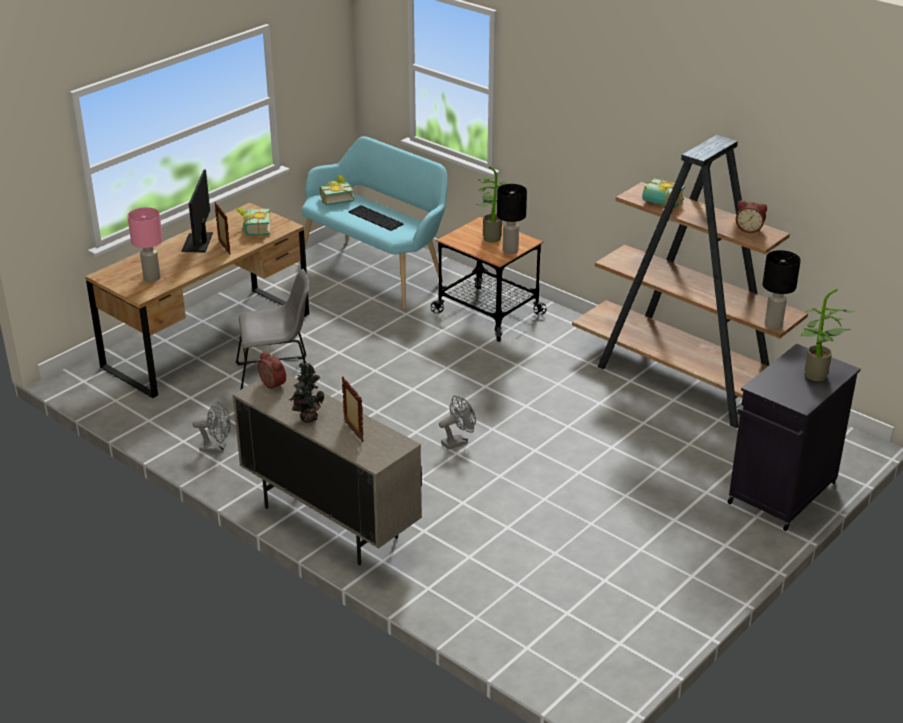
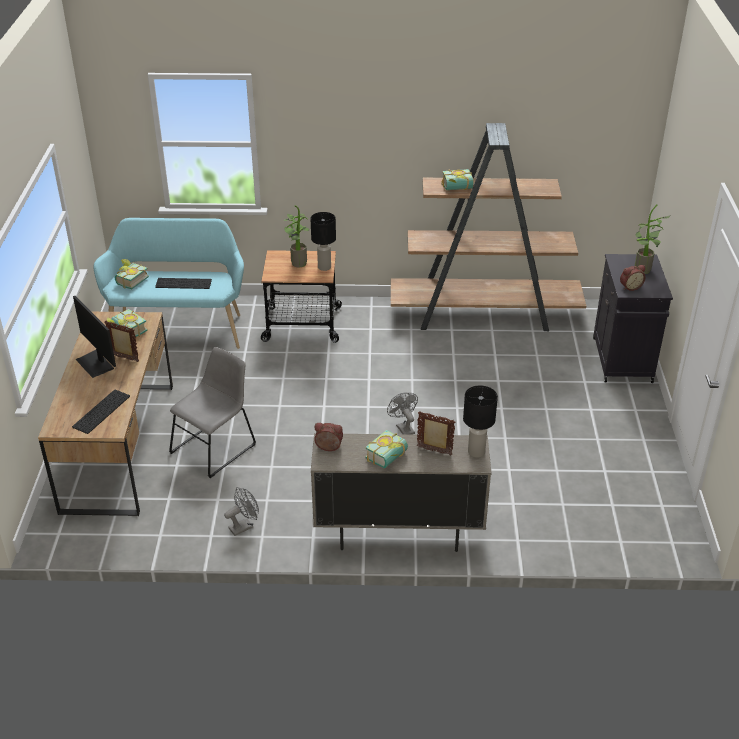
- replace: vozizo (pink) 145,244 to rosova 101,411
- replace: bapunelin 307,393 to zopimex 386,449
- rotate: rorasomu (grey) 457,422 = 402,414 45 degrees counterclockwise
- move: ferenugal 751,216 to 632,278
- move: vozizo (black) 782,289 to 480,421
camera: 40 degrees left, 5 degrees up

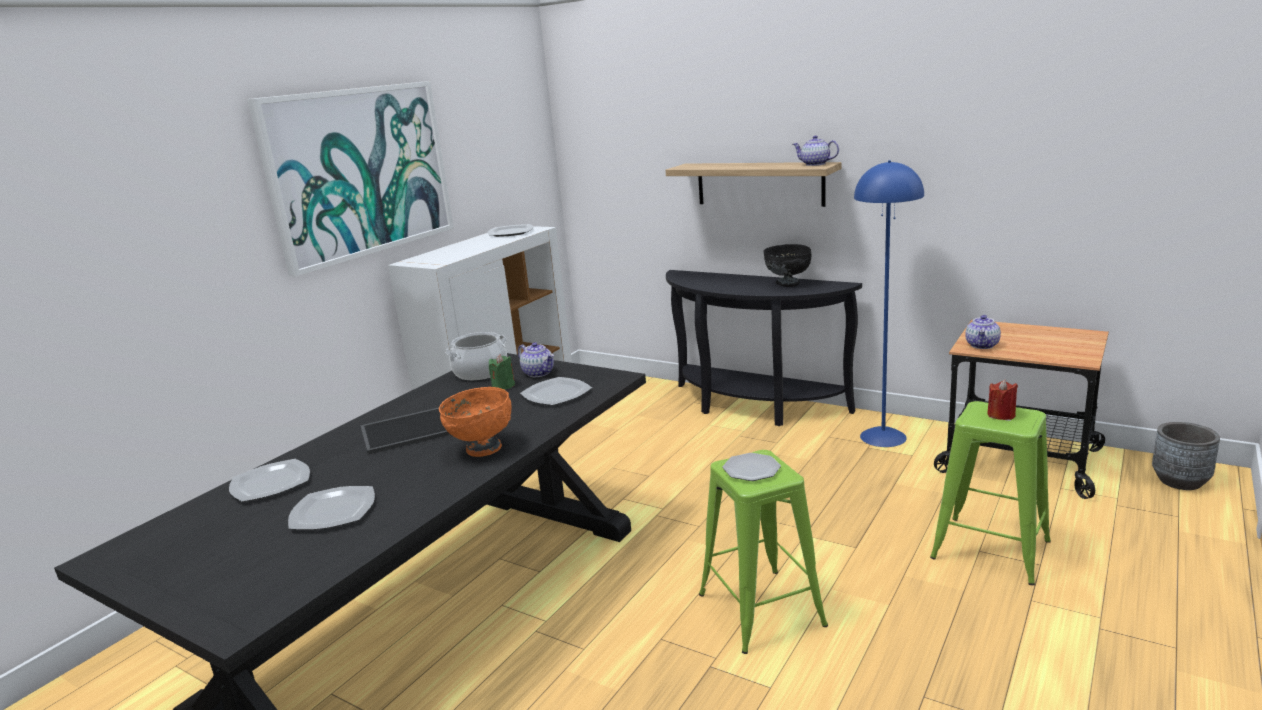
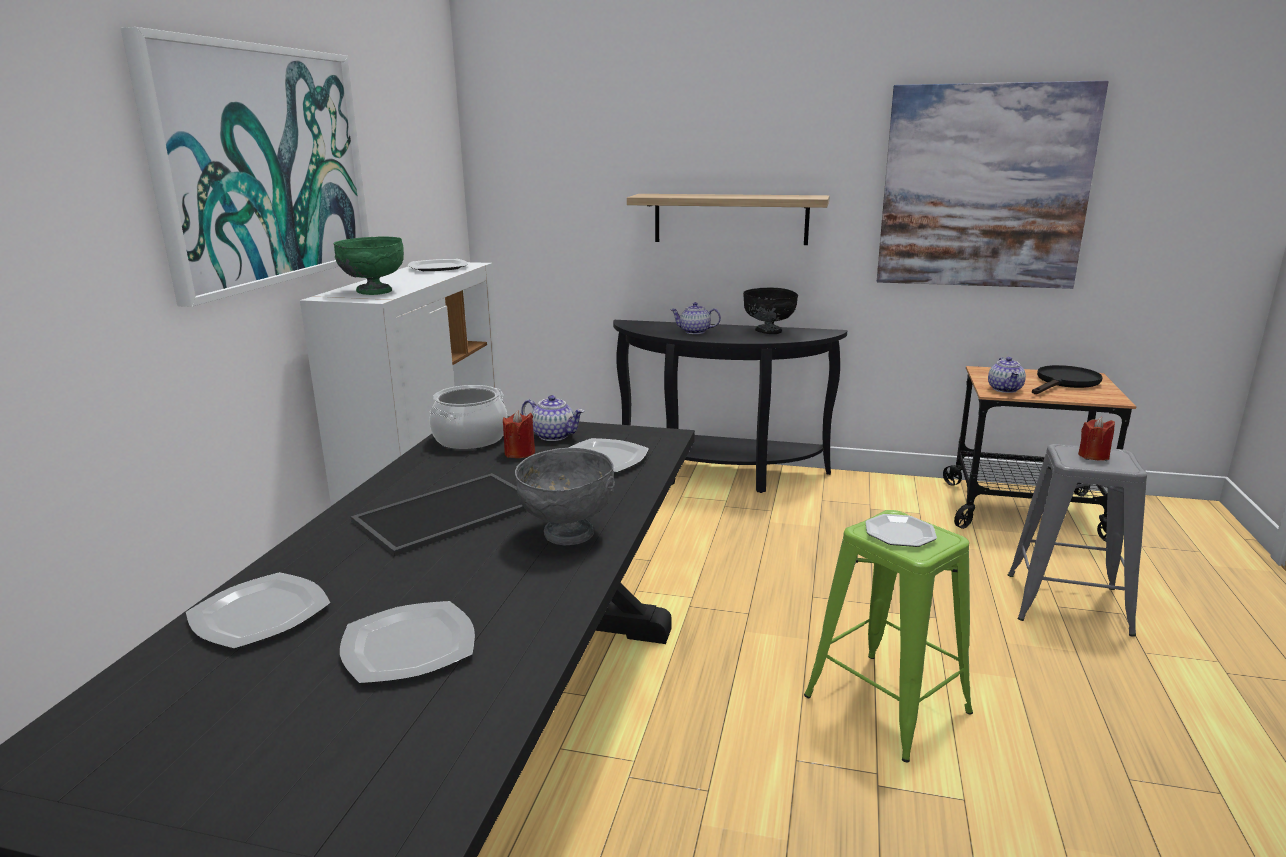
- recolor: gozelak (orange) 475,422 to gozelak (grey) 565,496
- recolor: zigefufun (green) 502,371 to zigefufun (red) 519,434
- move: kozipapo 816,150 to 695,318
- delete: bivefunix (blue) 889,303
- recolor: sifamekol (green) 990,493 to sifamekol (grey) 1077,540
- delete: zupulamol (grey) 1186,456
- insert: gozelak (green) 369,265
- insert: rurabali 993,185
- insert: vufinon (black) 1067,379
camera: 20 degrees left, 0 degrees up

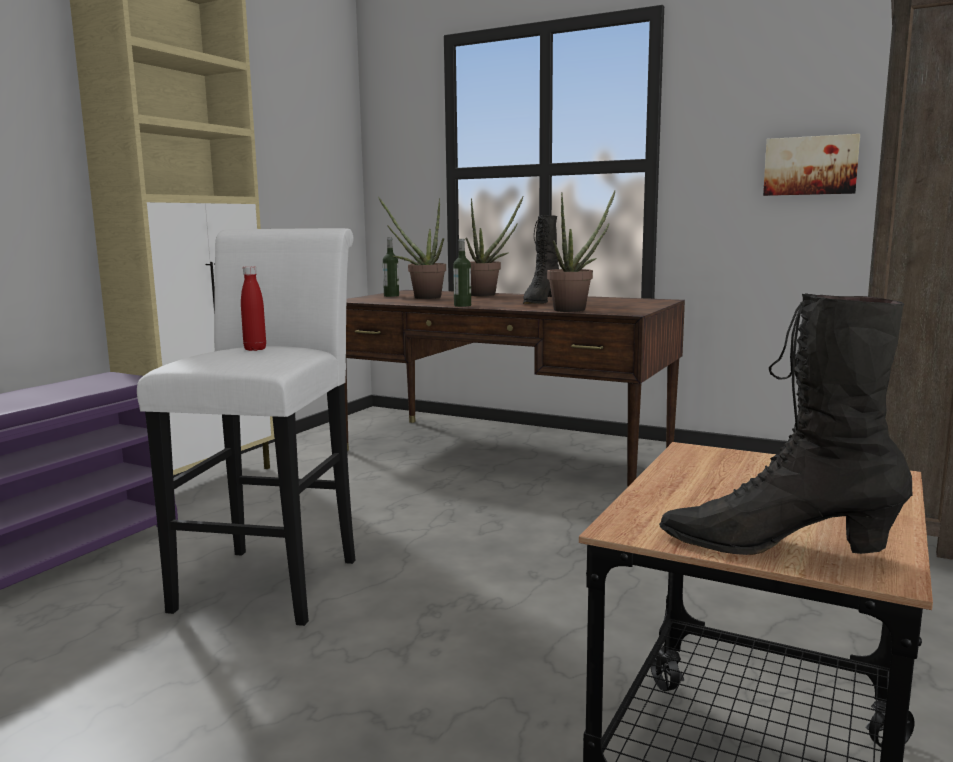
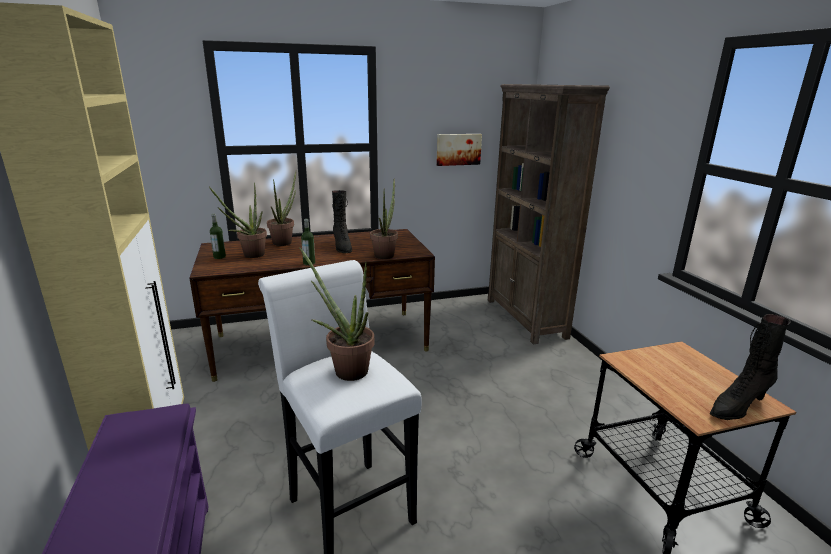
- replace: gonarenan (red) 253,308 to bapunelin 337,314
camera: 45 degrees left, 10 degrees up

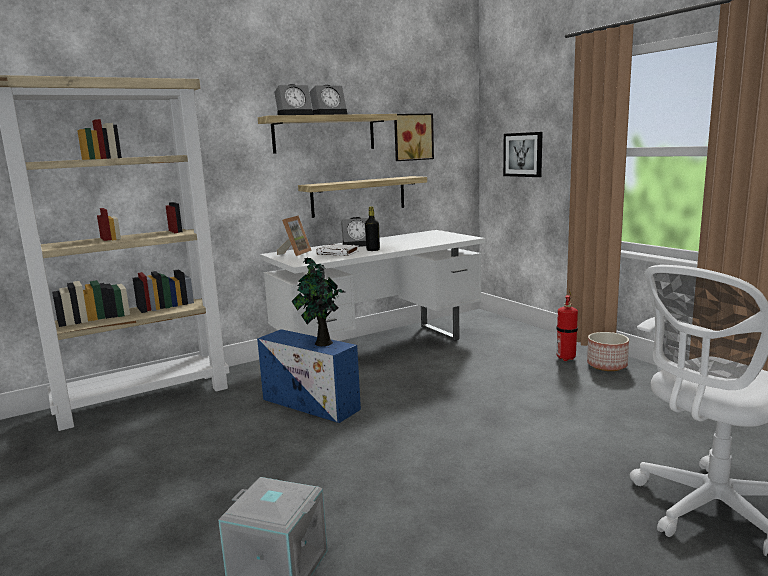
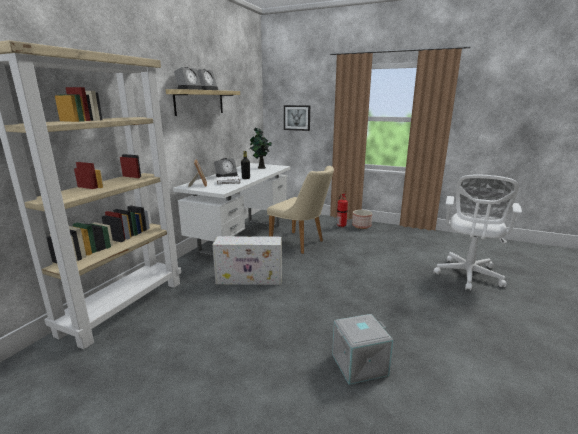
- recolor: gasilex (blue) 309,376 to gasilex (white) 247,260
- move: bapunelin 318,301 to 260,148
- delete: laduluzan 362,197
- delete: rurabali 414,137
- insert: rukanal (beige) 300,210
camera: 35 degrees left, 5 degrees up

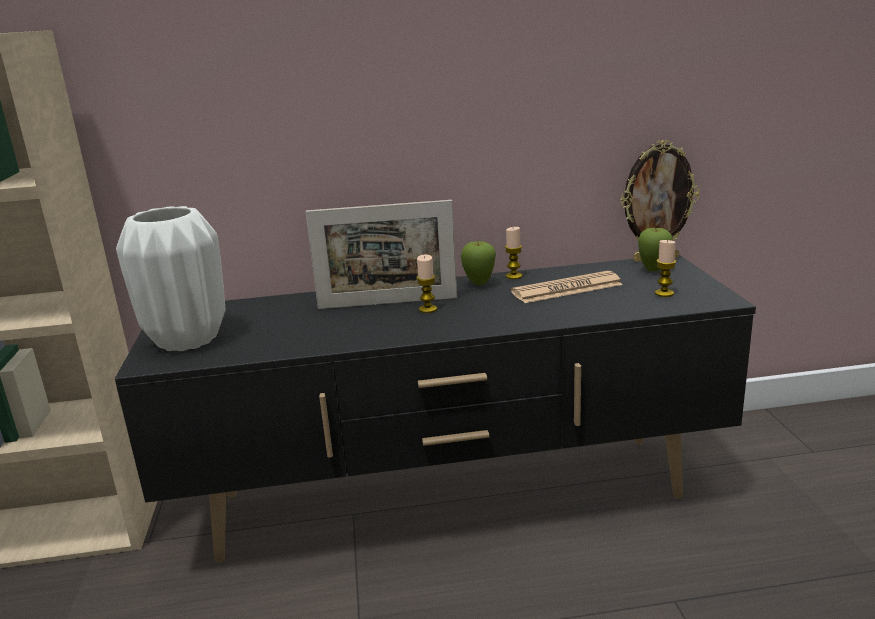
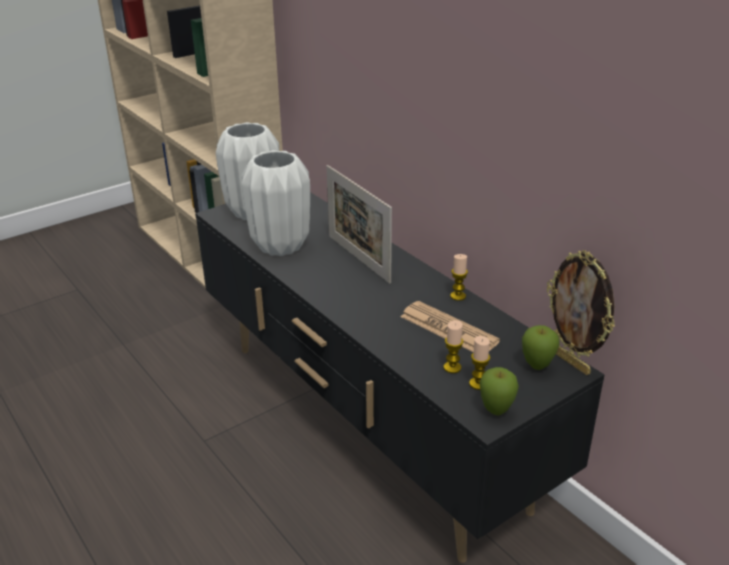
- move: zigefufun 426,284 to 453,346
- move: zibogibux 478,263 to 499,391
- insert: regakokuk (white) 276,203
camera: 60 degrees right, 10 degrees up

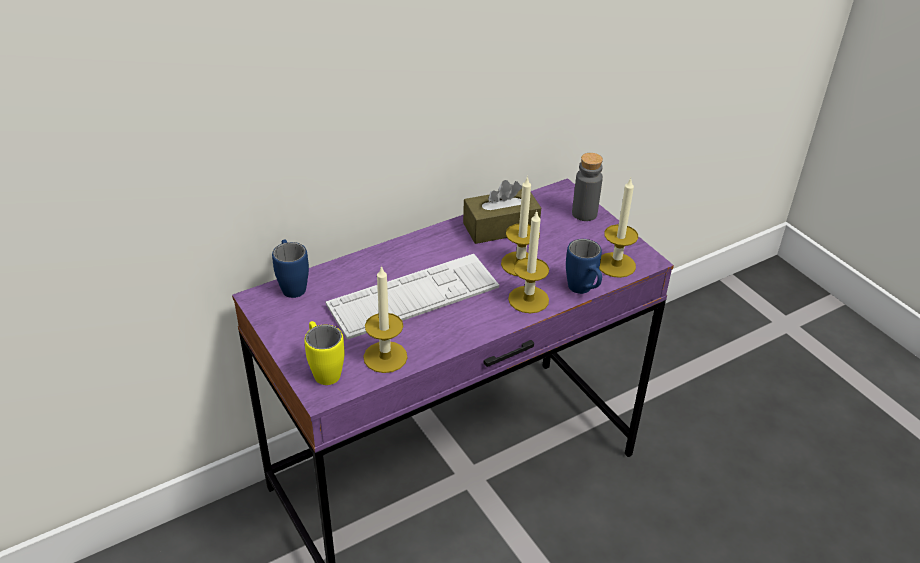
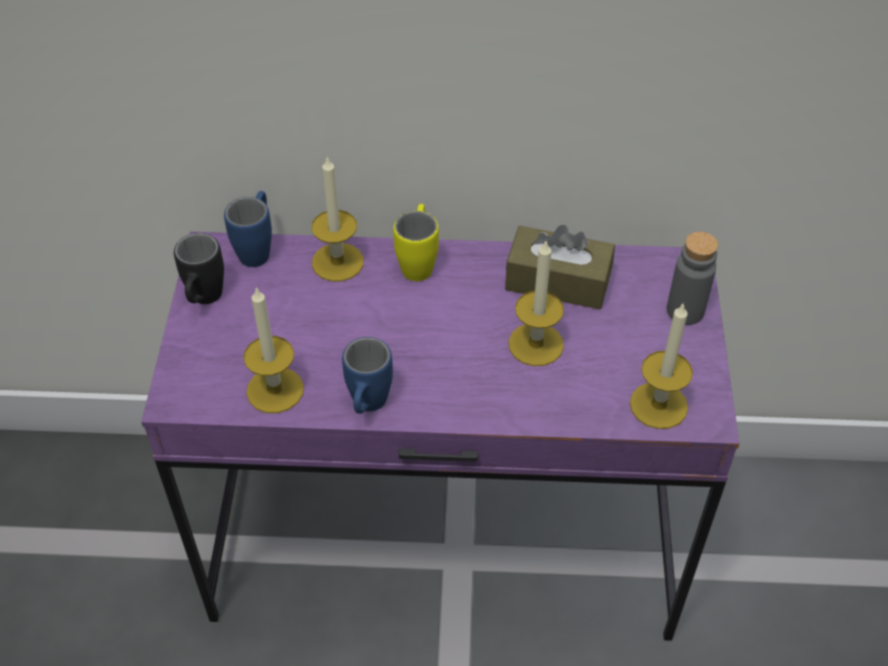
- move: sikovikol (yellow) 324,353 to 416,242
- delete: rosova 412,297
- move: zigefufun 528,262 to 337,219
- move: sikovikol (blue) 584,266 to 367,375
- insert: sikovikol (black) 199,268
camera: 35 degrees right, 10 degrees up

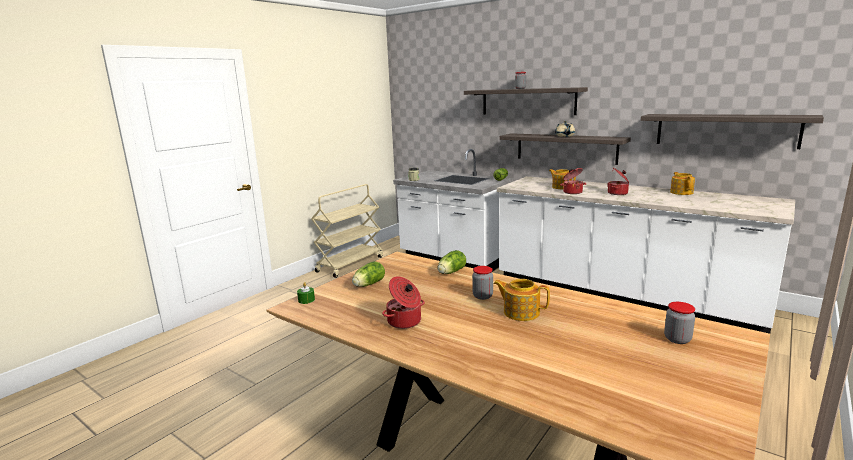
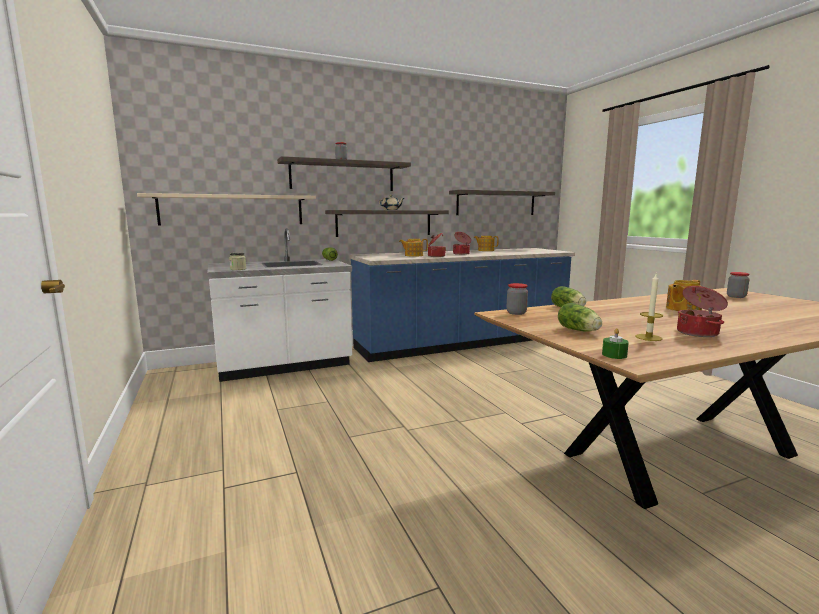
- delete: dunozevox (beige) 347,231
- move: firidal 482,283 to 517,299
- recolor: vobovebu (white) 646,255 to vobovebu (blue) 462,305
- insert: laduluzan (beige) 226,209
- insert: zigefufun 649,307
camera: 60 degrees left, 5 degrees down

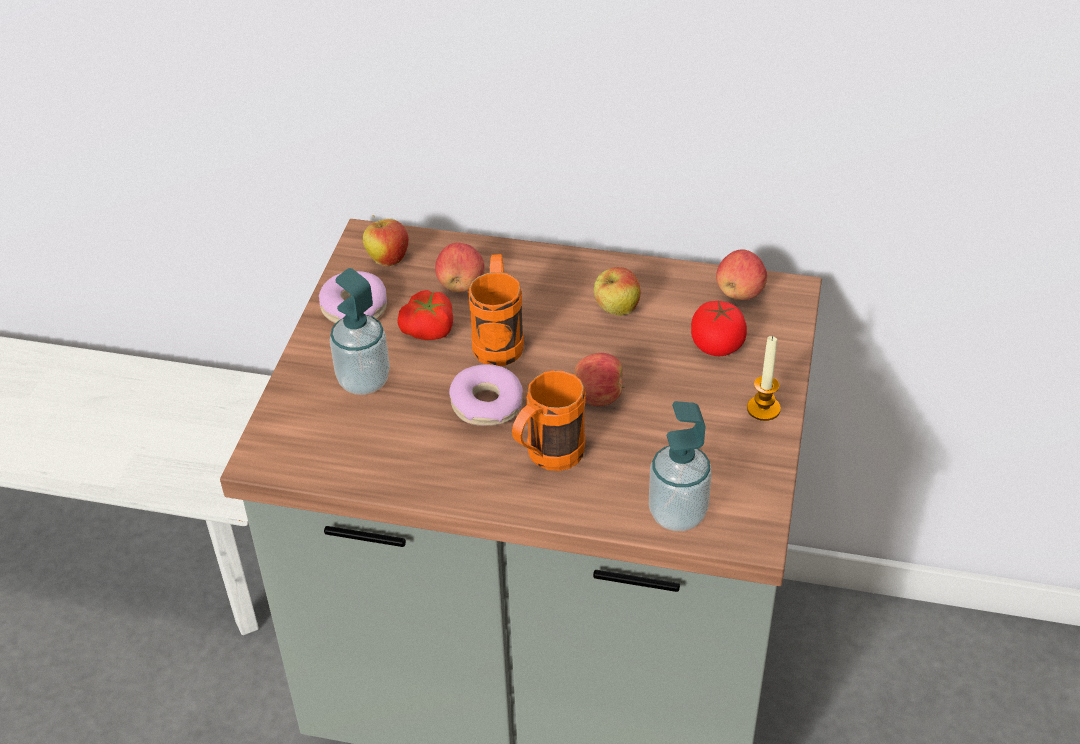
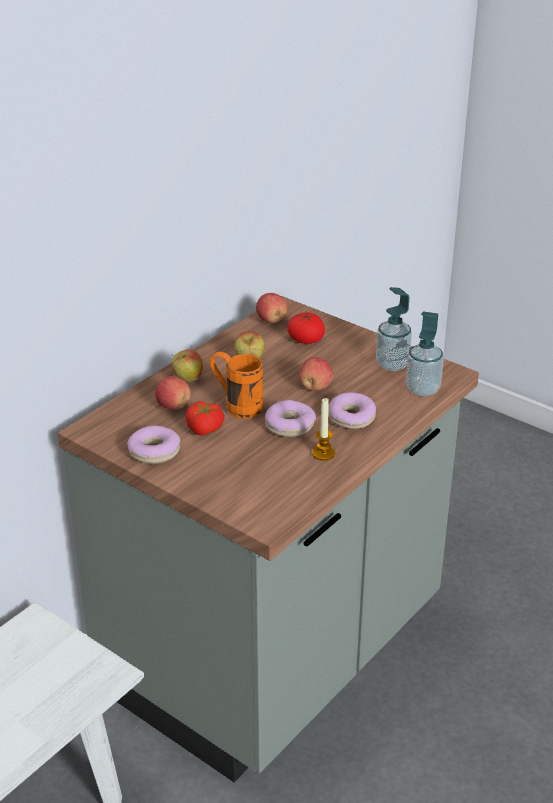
- move: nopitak 360,331 to 394,329
- move: zibogibux 386,240 to 187,365
- replace: sikovikol (orange) 549,420 to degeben 352,410
- move: zigefufun 764,378 to 323,429
camera: 65 degrees left, 10 degrees down

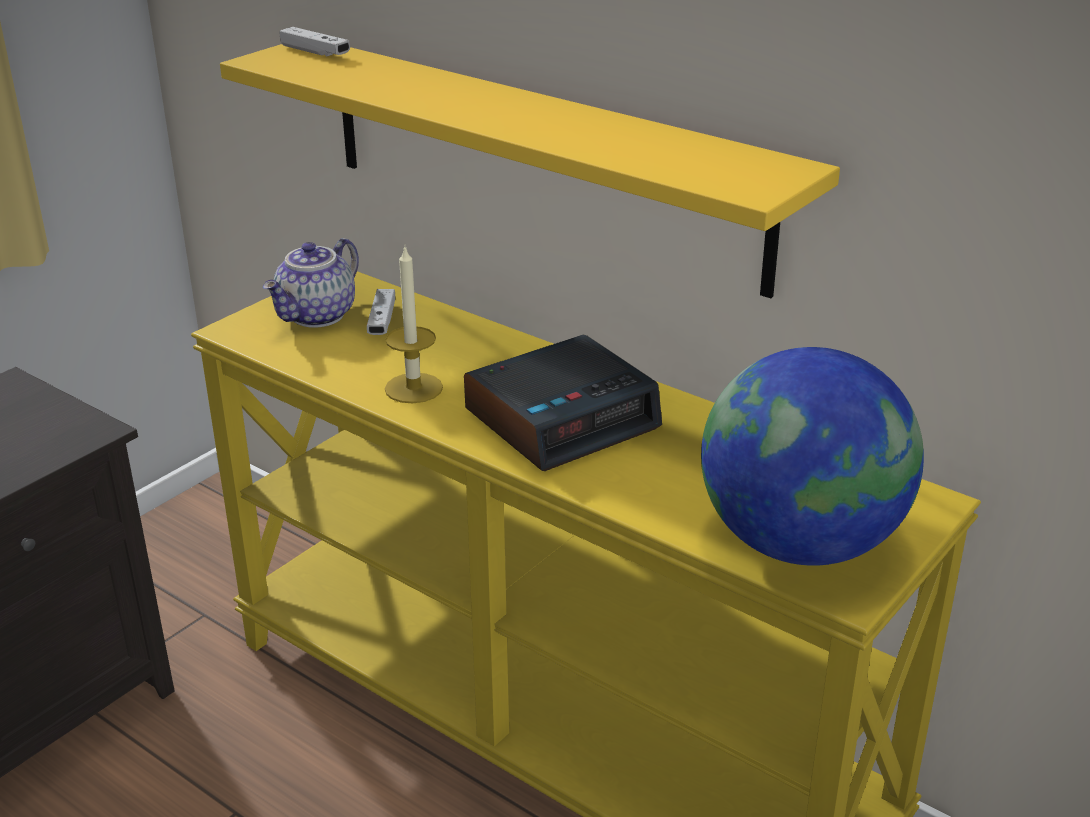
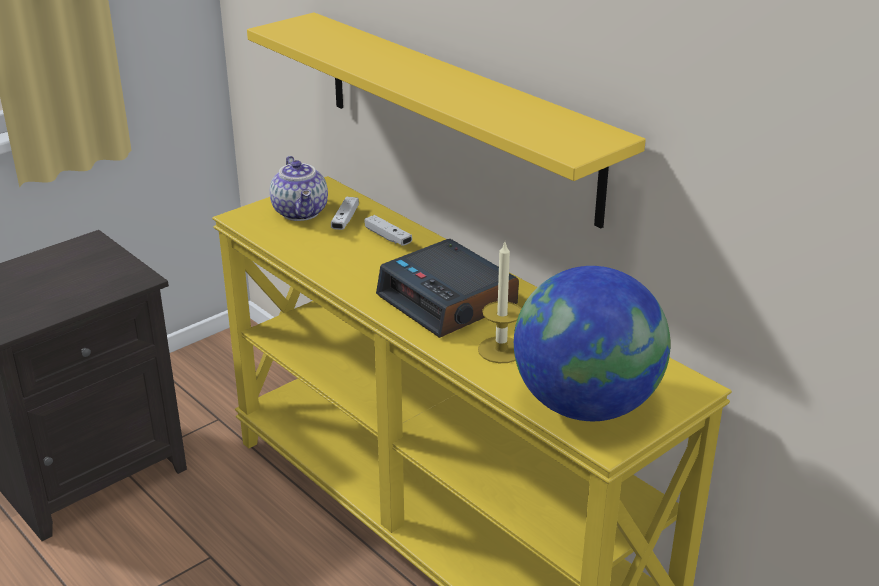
- rotate: kozipapo 311,283 = 299,188 60 degrees counterclockwise
- move: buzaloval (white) 314,42 to 388,230
- move: zigefufun 414,323 to 499,302
- rotate: ferenugal 563,402 = 447,288 75 degrees clockwise
camera: 10 degrees right, 0 degrees up

